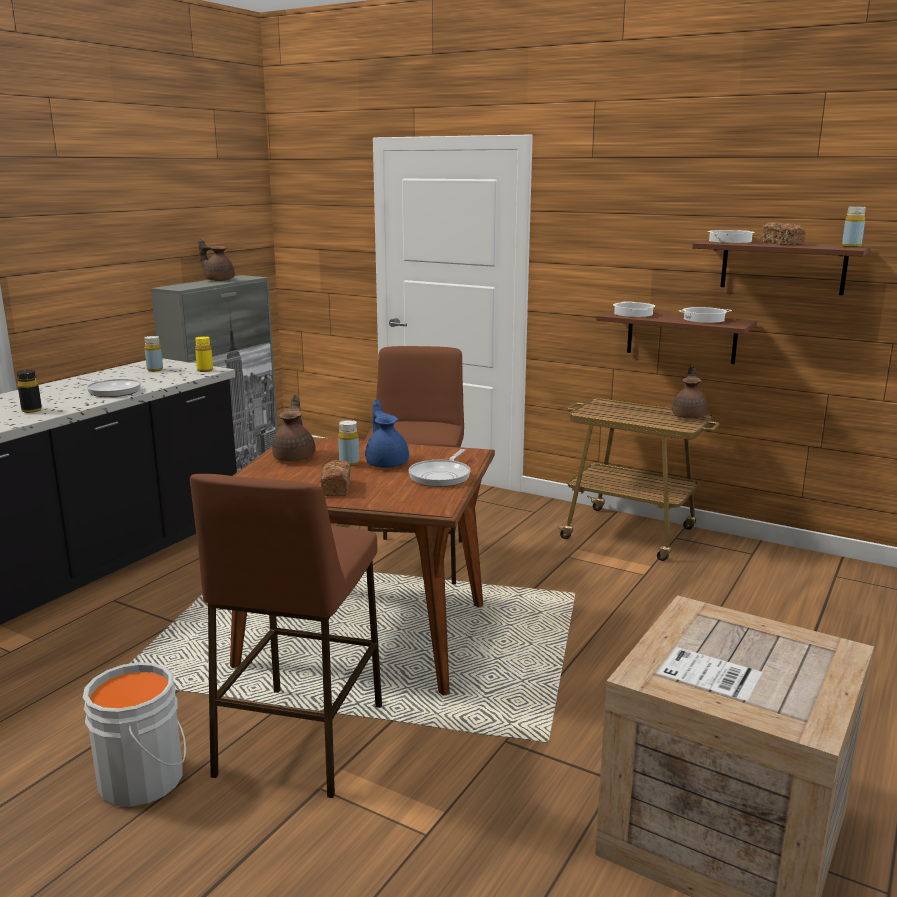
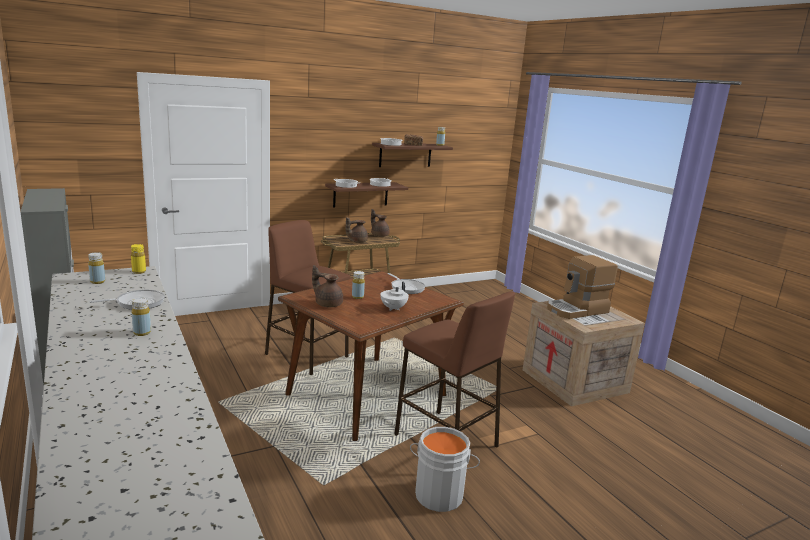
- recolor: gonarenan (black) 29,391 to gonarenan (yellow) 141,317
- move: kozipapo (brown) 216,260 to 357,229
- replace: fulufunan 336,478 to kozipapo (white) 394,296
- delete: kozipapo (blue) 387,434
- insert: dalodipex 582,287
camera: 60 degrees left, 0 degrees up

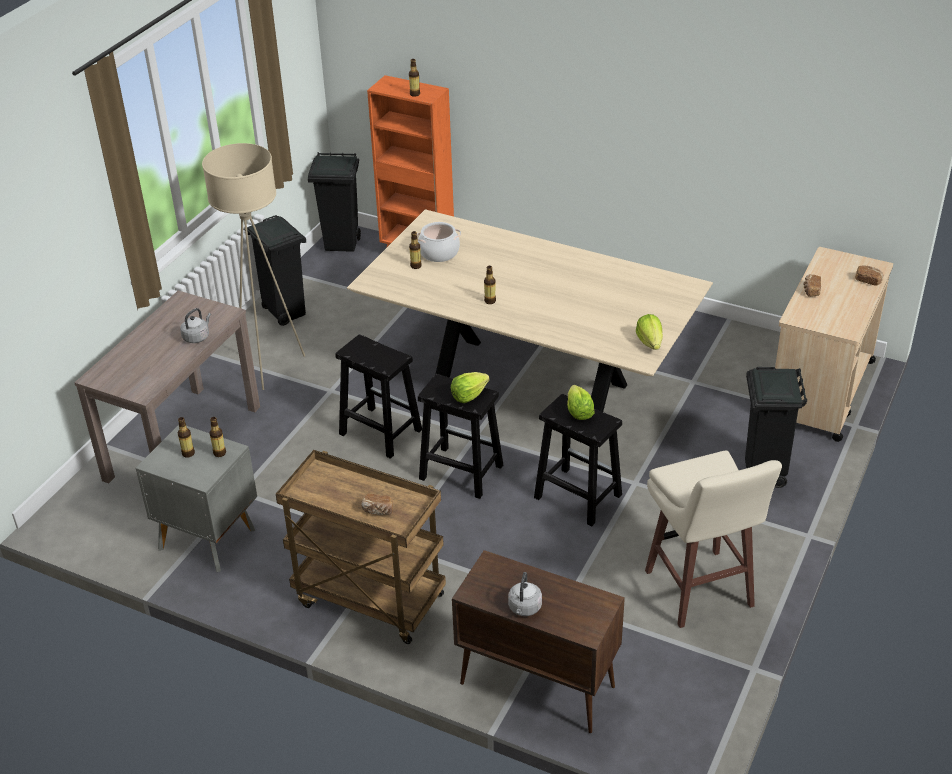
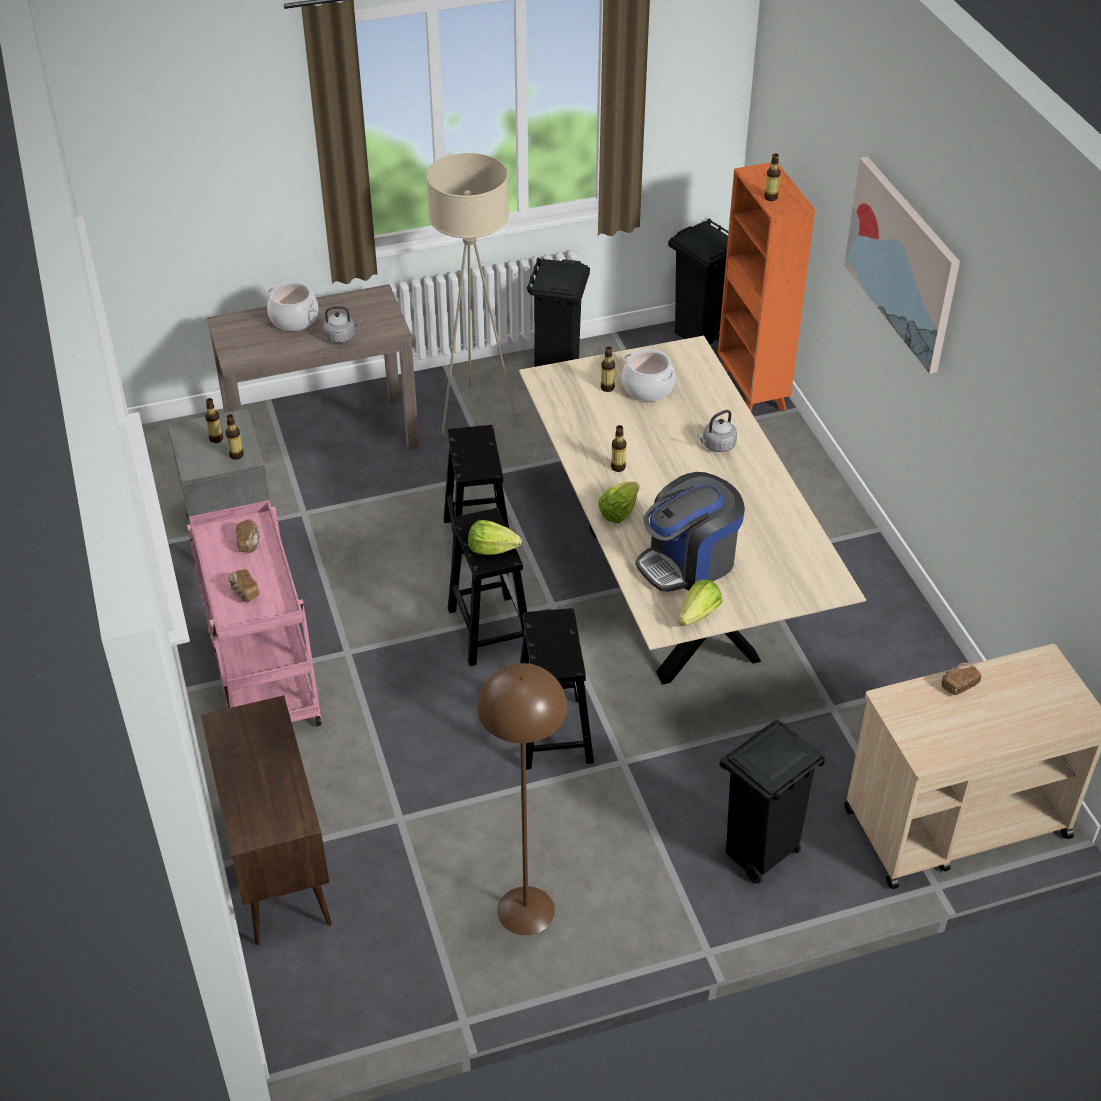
- recolor: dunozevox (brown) 361,547 to dunozevox (pink) 254,613
- move: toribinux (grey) 525,594 to 717,431
- move: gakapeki 580,402 to 618,502
- replace: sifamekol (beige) 713,539 to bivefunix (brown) 522,799
- move: fulufunan 869,275 to 248,536
- insert: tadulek 292,306
- insert: dalodipex 690,531
- insert: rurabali 902,265
camera: 45 degrees right, 5 degrees up

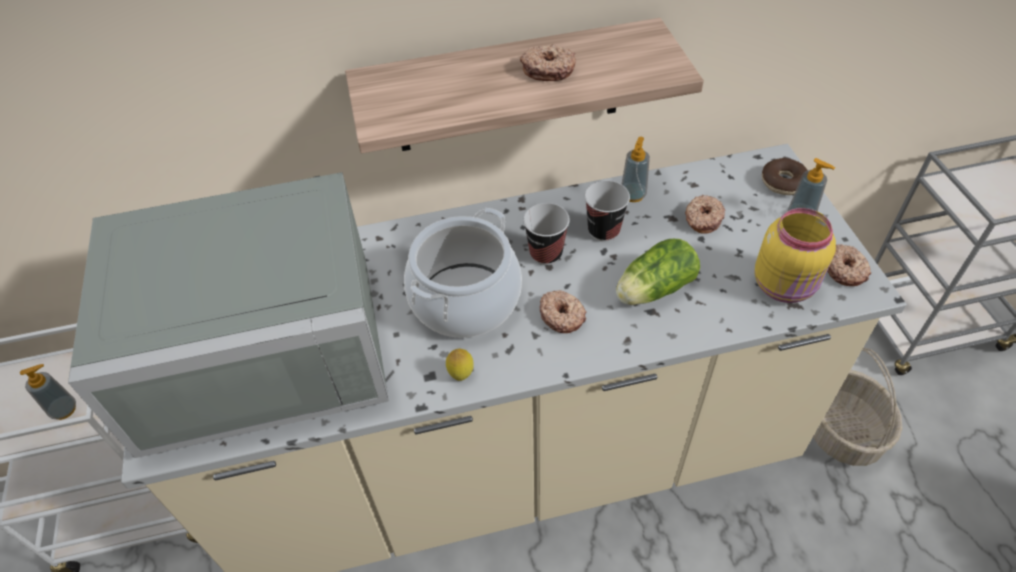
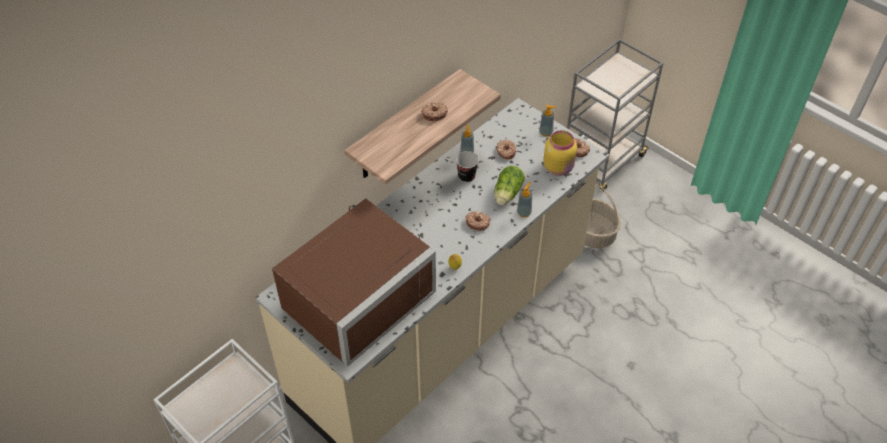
- move: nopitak 48,392 to 524,199
- recolor: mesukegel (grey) 228,315 to mesukegel (brown) 354,283
- delete: tadulek 463,273
- delete: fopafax 546,234
- delete: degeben 784,176
camera: 35 degrees left, 0 degrees up

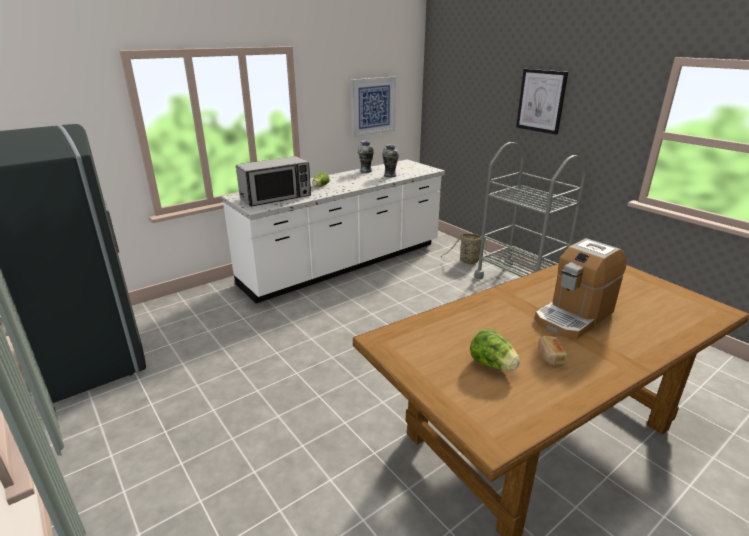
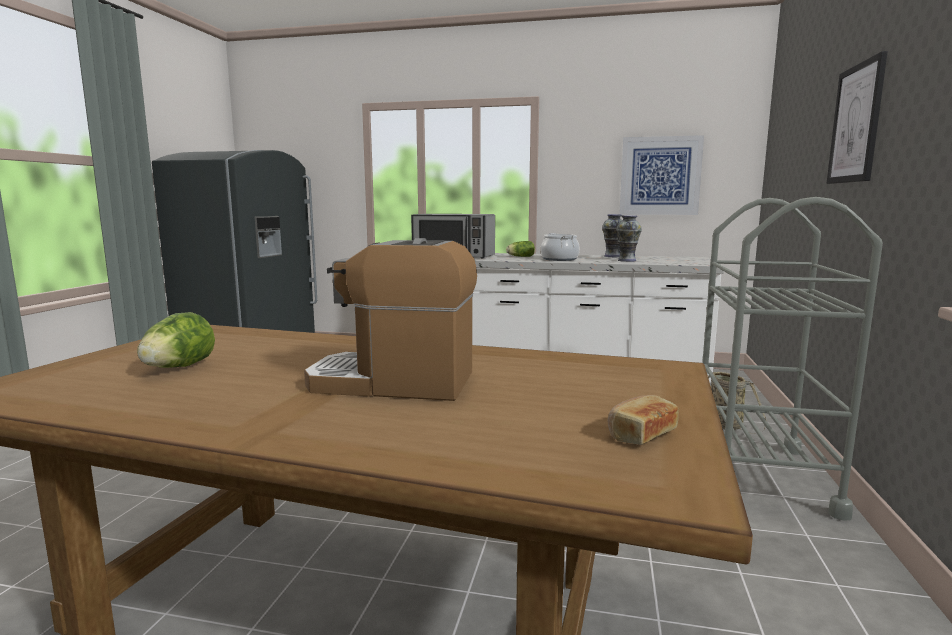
- move: fulufunan 552,350 to 643,420
- insert: tadulek 560,247
camera: 50 degrees right, 15 degrees down

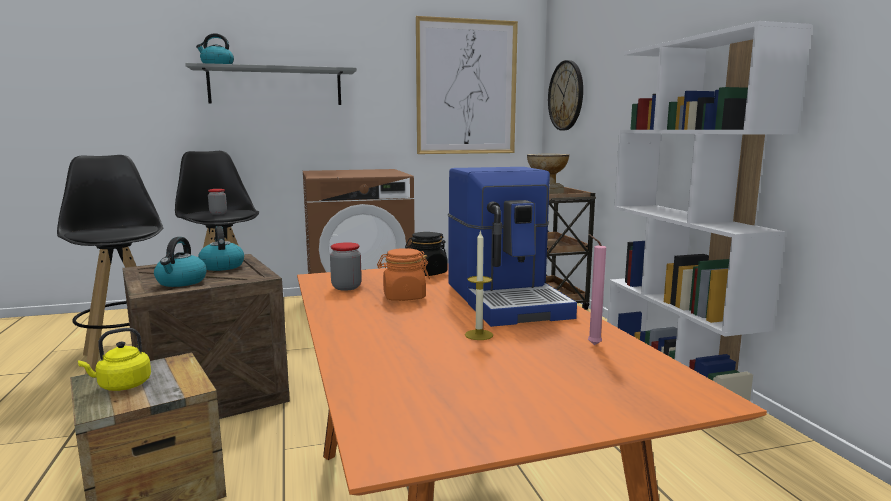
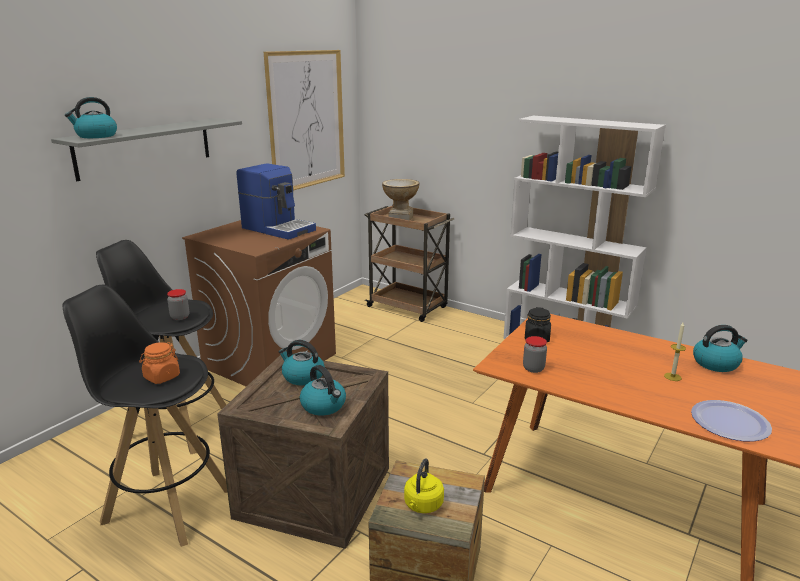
- move: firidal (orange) 403,274 to 159,363
- move: dalodipex 512,247 to 276,202
- delete: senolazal 565,95
- replace: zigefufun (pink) 597,289 to toribinux 720,348
- insert: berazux 731,421
camera: 40 degrees left, 10 degrees up

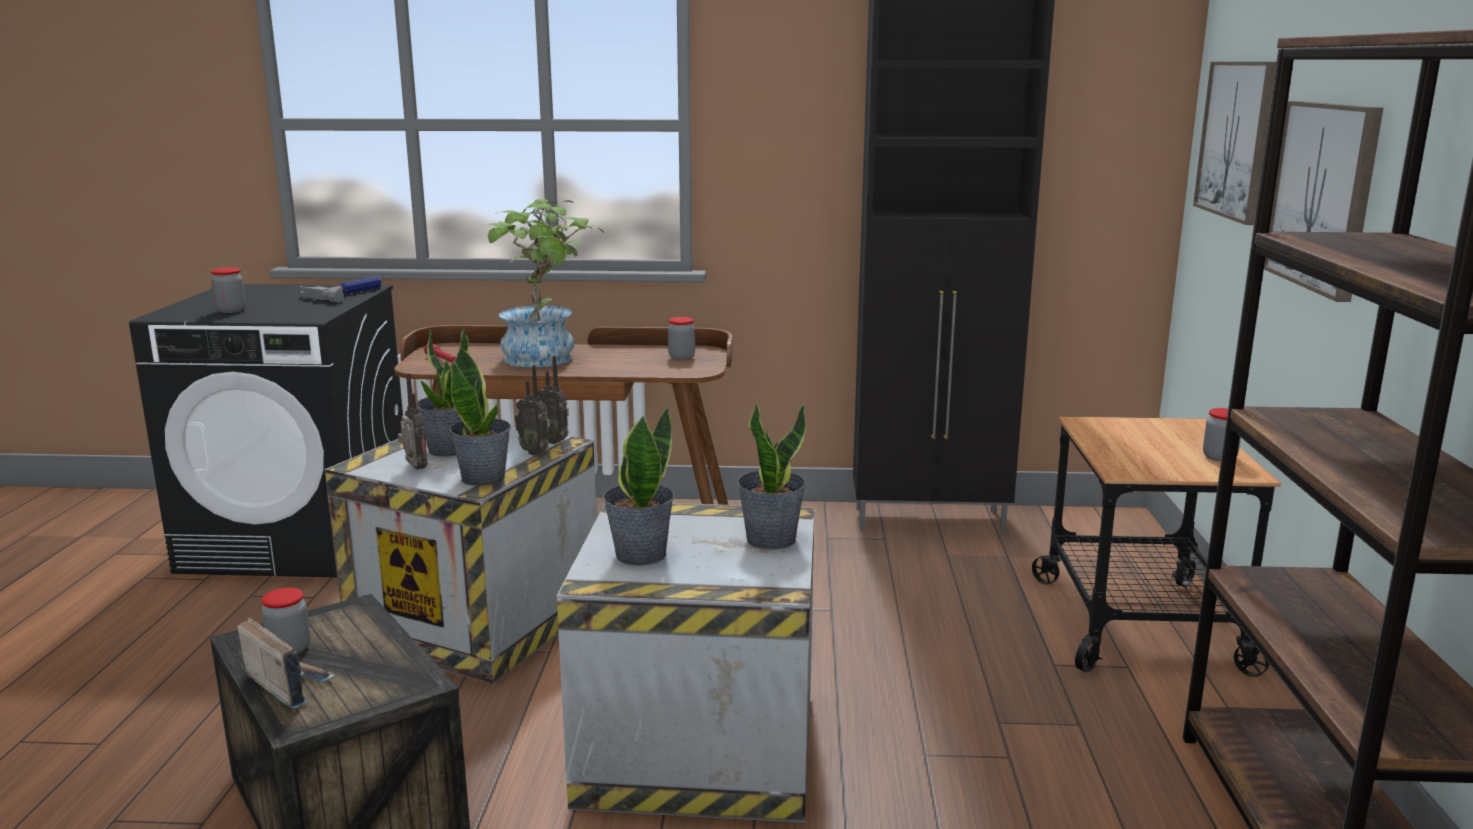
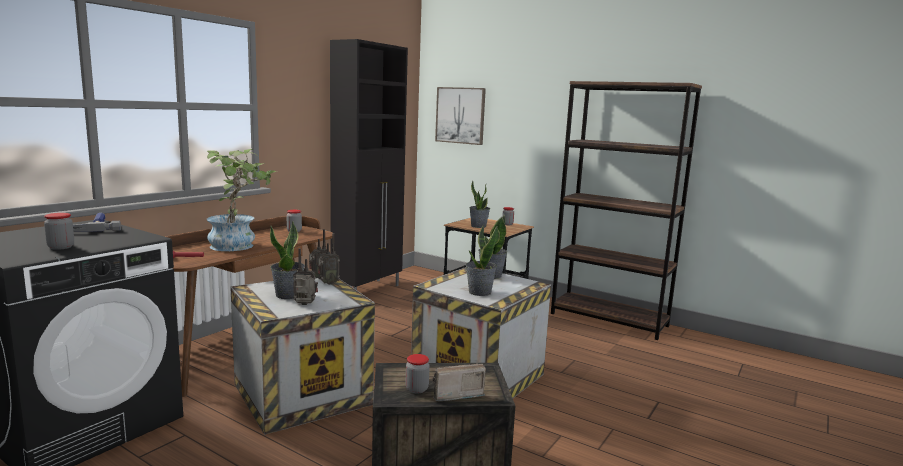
- move: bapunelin 480,416 to 479,204
- delete: rurabali 1323,201
camera: 60 degrees left, 5 degrees down

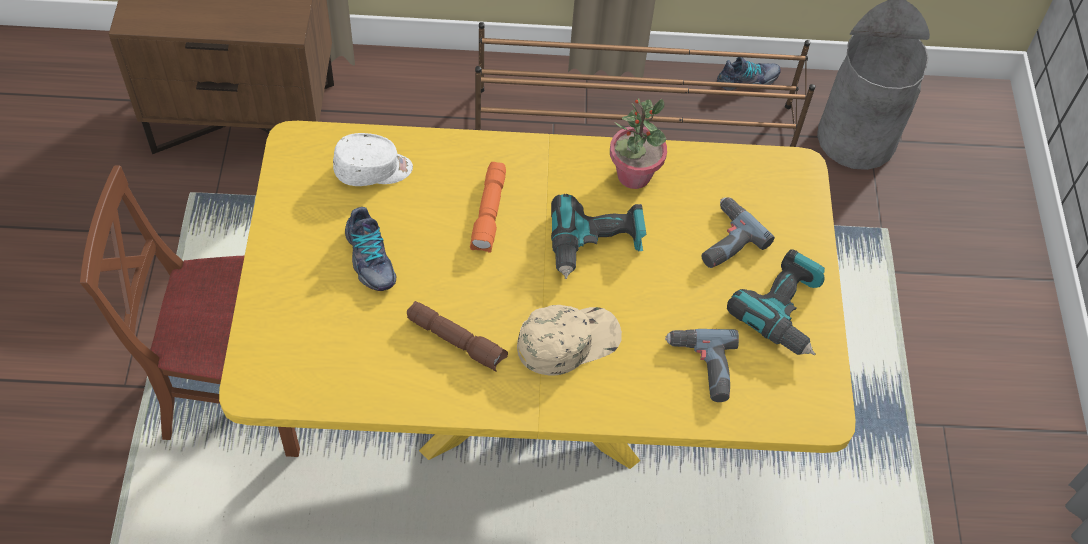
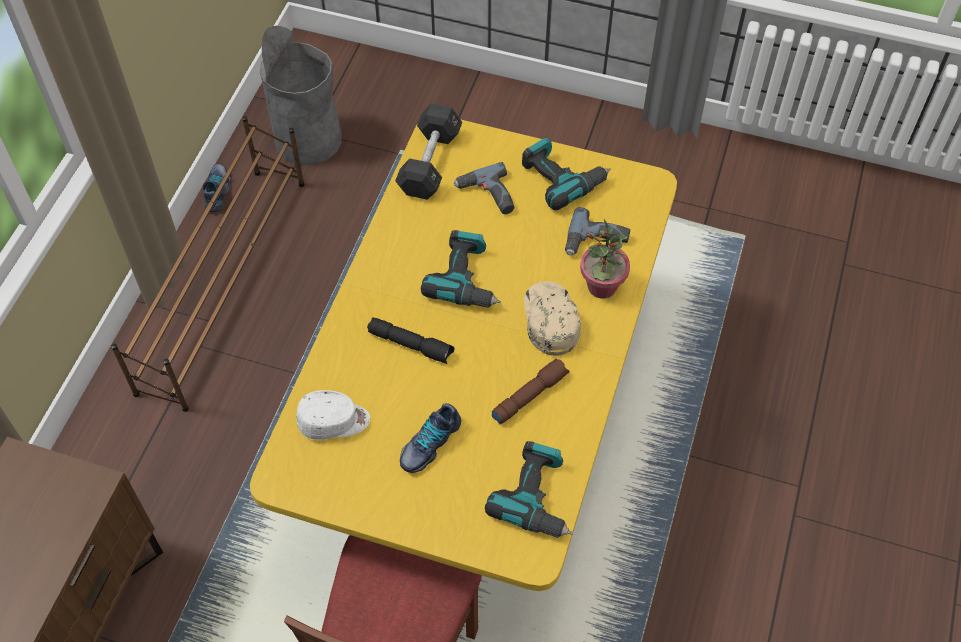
- rotate: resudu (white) 373,159 = 333,415 75 degrees clockwise
- rotate: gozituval 370,249 = 430,438 135 degrees clockwise
- recolor: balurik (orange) 488,207 to balurik (black) 410,340
- move: bapunelin 638,143 to 605,258
- insert: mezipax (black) 428,151
- insert: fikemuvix 529,489
camera: 70 degrees left, 0 degrees up

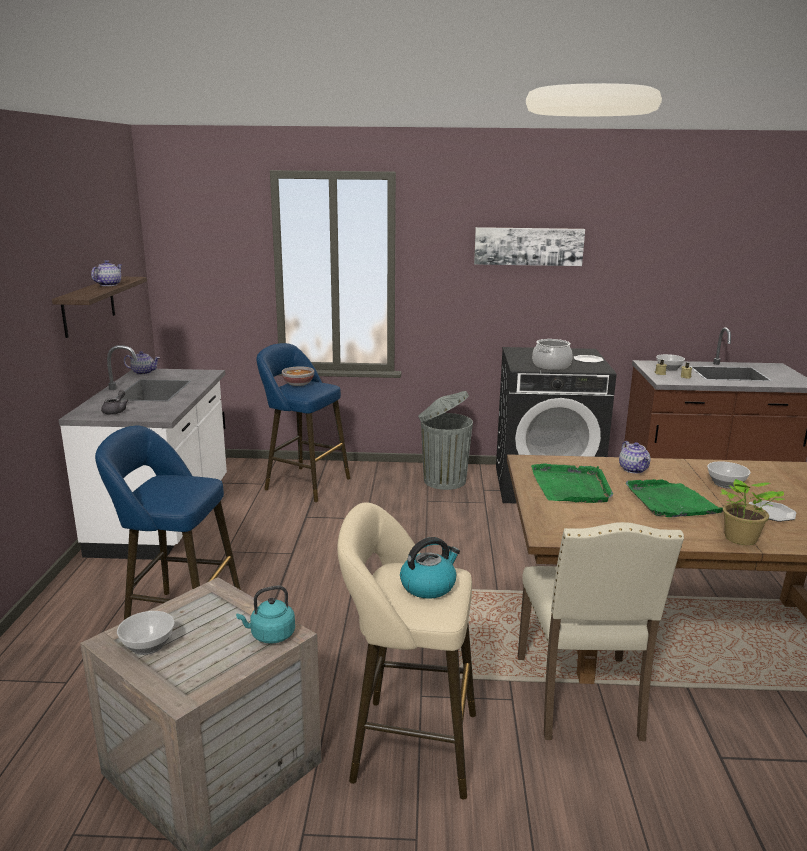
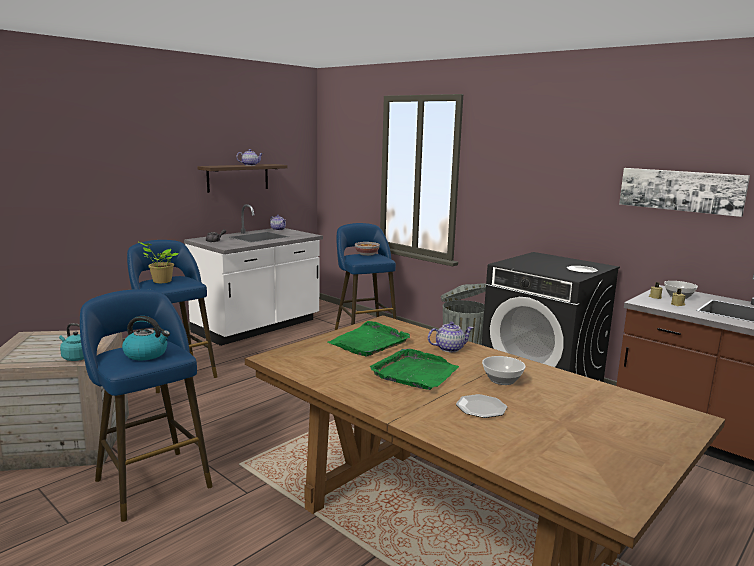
- delete: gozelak 145,633
- recolor: sifamekol (beige) 406,651 to sifamekol (blue) 146,405
- move: rurabali 529,246 to 684,192
- delete: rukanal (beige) 601,631
- delete: tadulek 552,354
- rotate: kozipapo 635,457 = 450,337 135 degrees counterclockwise
- move: bapunelin 753,512 to 158,262
camera: 40 degrees right, 5 degrees down

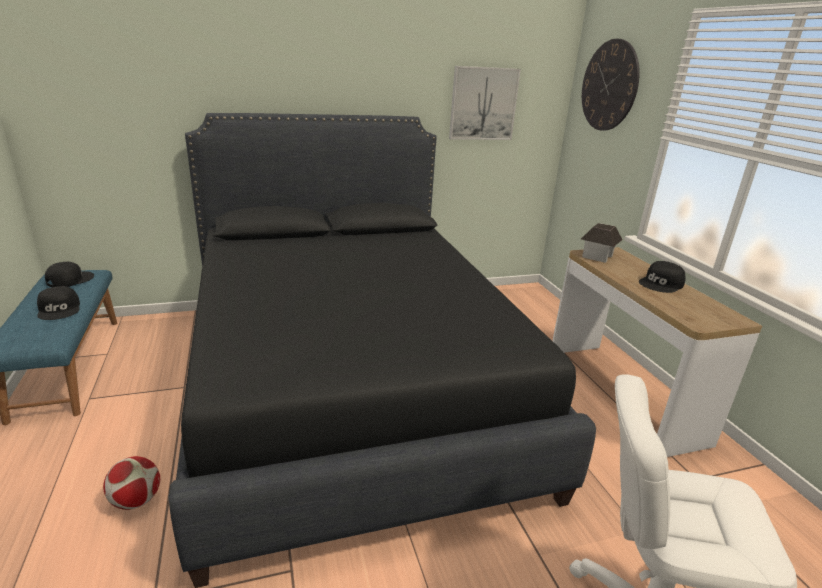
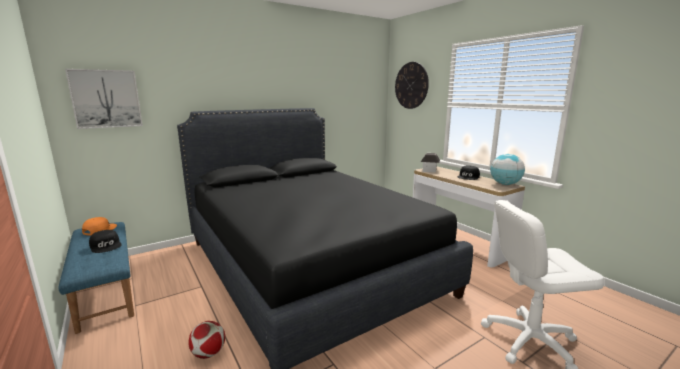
- recolor: resudu (black) 69,274 to resudu (orange) 99,226
- move: rurabali 485,103 to 104,99
- insert: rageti 507,169
camera: 15 degrees left, 10 degrees down

